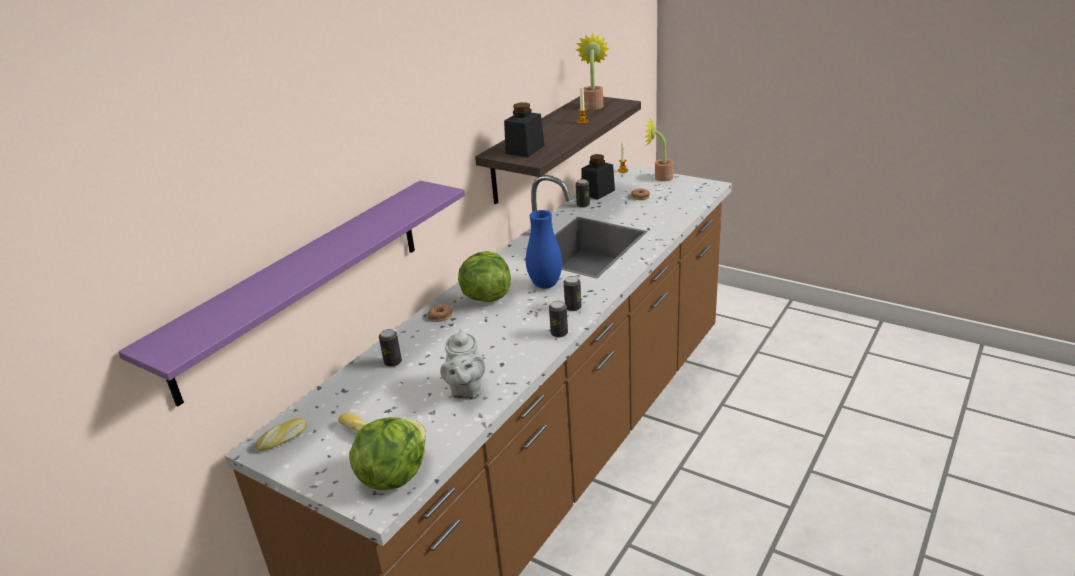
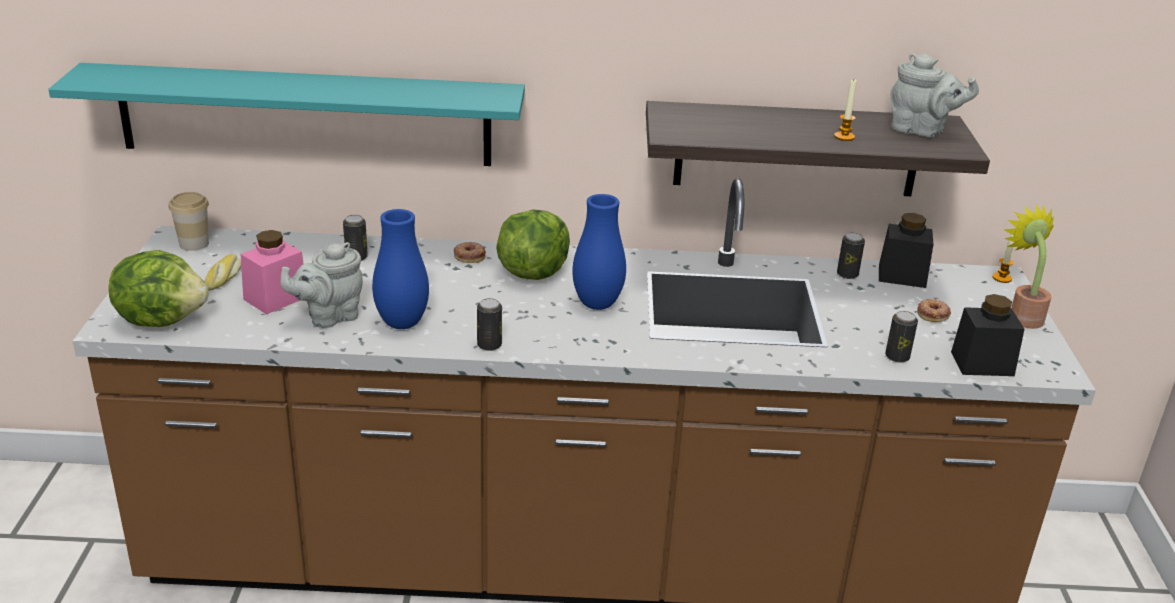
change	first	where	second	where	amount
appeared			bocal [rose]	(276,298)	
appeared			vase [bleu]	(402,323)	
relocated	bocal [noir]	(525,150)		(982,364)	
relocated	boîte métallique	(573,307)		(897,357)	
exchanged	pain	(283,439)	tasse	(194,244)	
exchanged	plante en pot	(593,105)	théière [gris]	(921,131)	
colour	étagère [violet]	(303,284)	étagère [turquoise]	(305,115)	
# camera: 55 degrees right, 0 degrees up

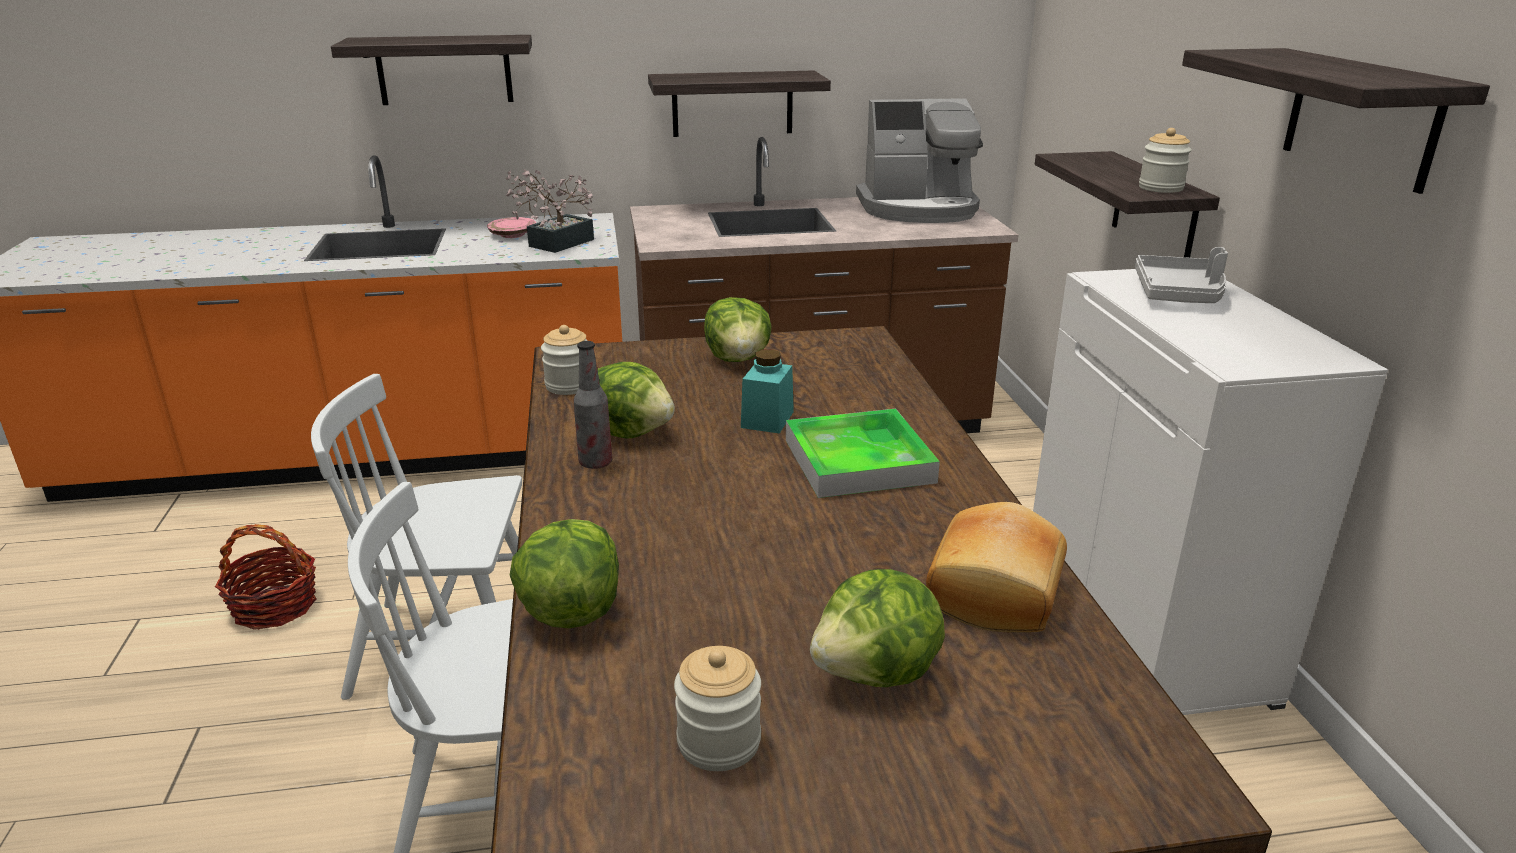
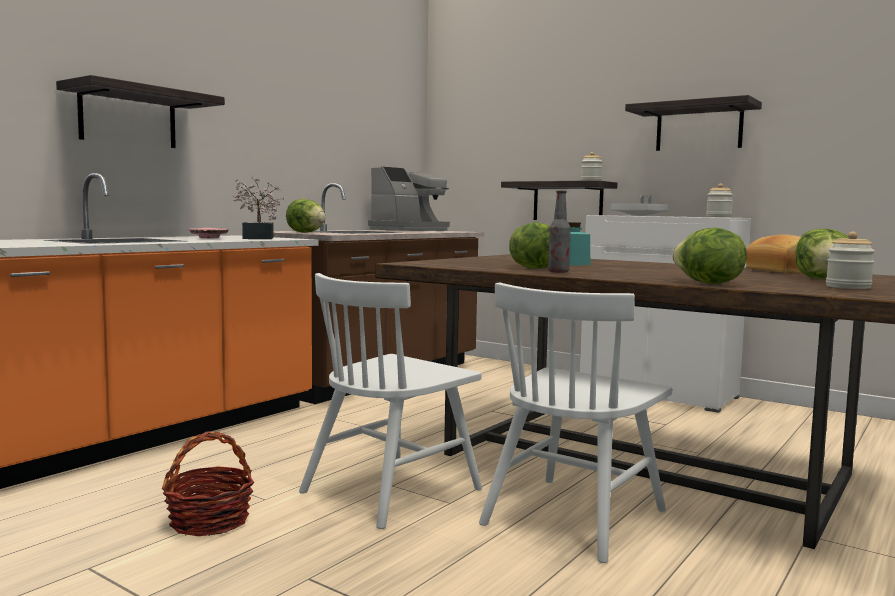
change	first	where	second	where	amount
missing	étagère	(732,103)			
missing	plateau	(858,461)			
relocated	bocal	(569,386)		(718,217)	
relocated	laitue	(738,359)		(306,232)	
# camera: 45 degrees left, 20 degrees down

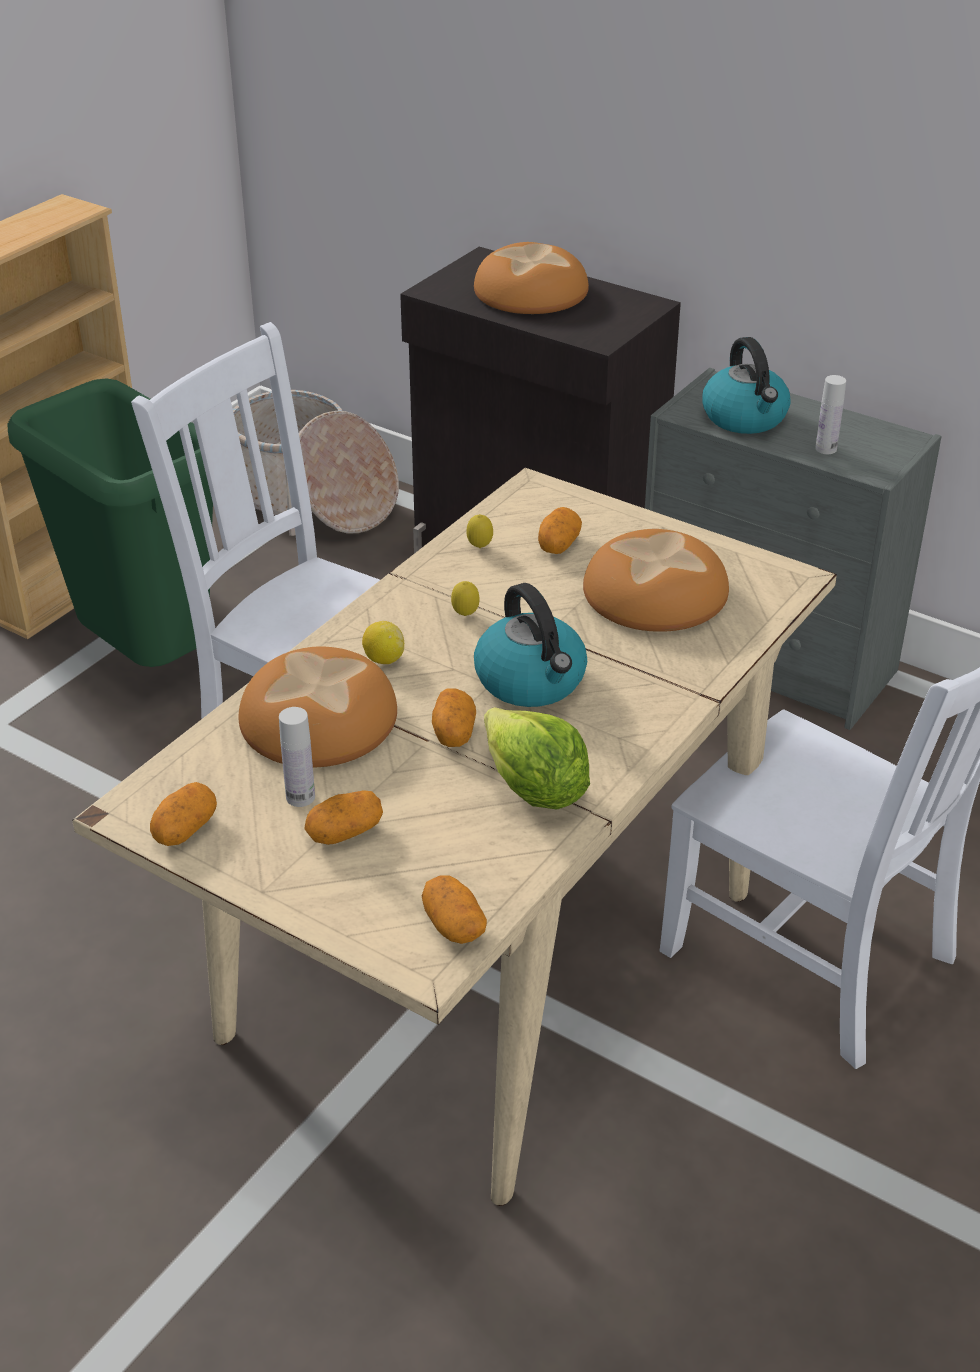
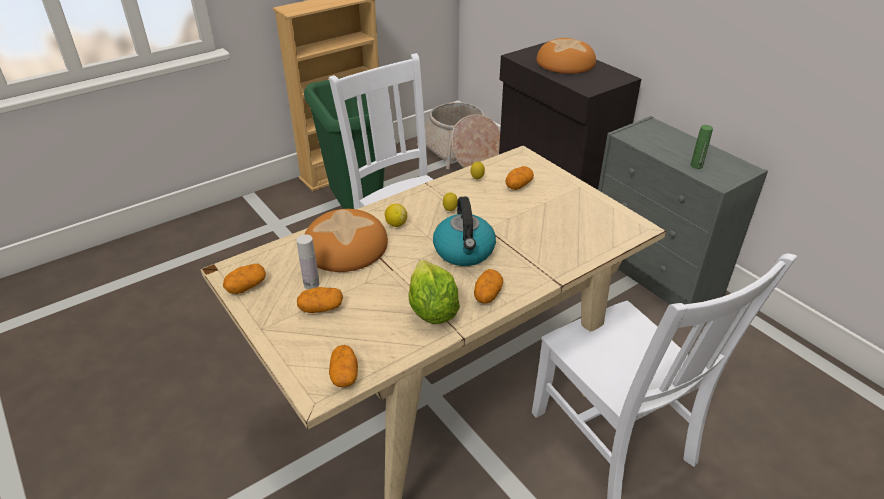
change	first	where	second	where	amount
missing	pain	(656,592)			
missing	bouilloire	(745,418)			
relocated	pomme de terre	(453,733)		(487,294)	
colour	bouteille [blanc]	(826,449)	bouteille [vert]	(696,165)	
# camera: 20 degrees right, 0 degrees up

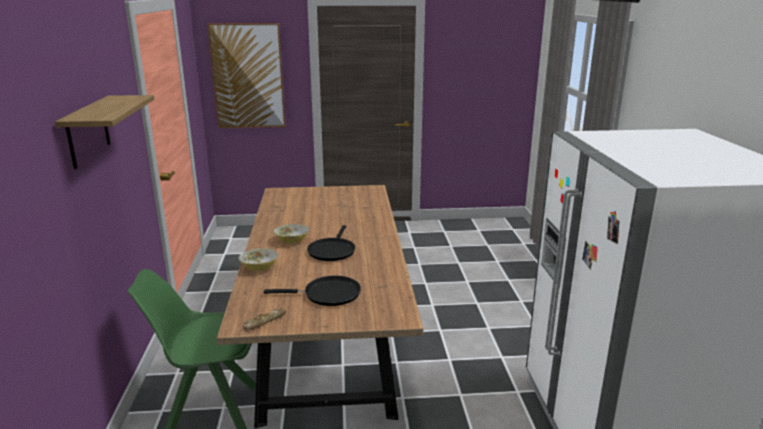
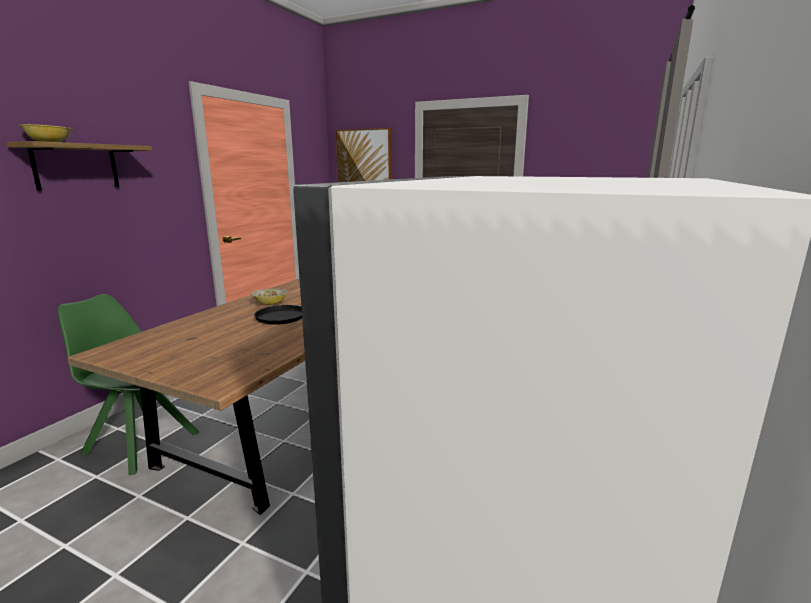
change	first	where	second	where	amount
missing	pain	(264,322)			
missing	poêle [noir]	(328,294)			
relocated	bol	(259,267)		(49,142)	
# camera: 30 degrees right, 5 degrees down

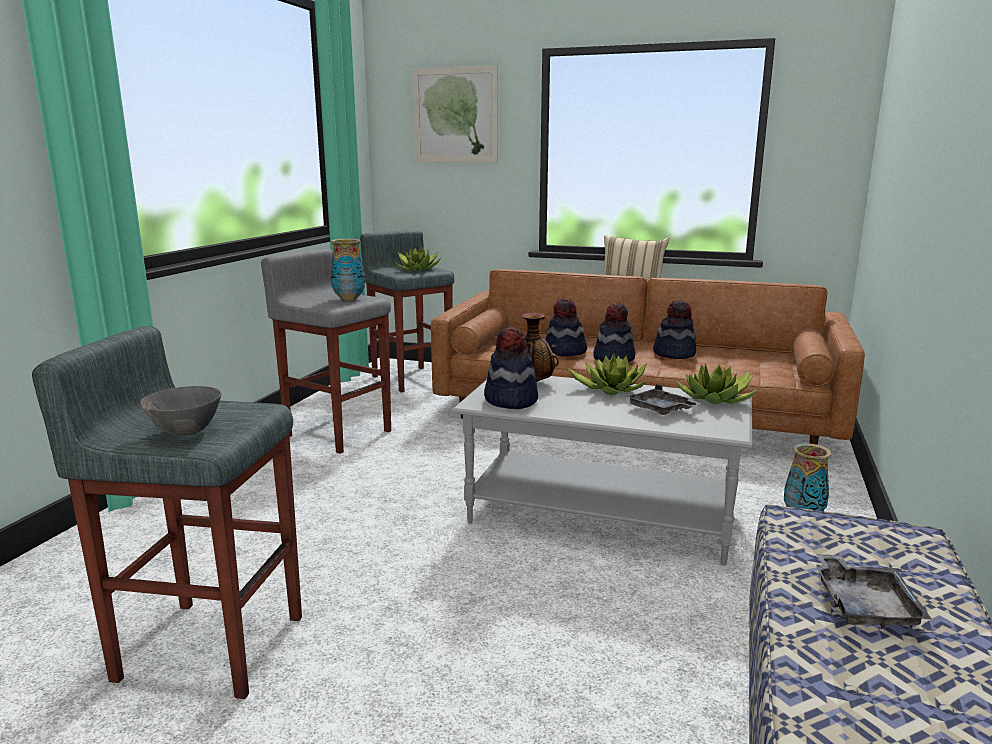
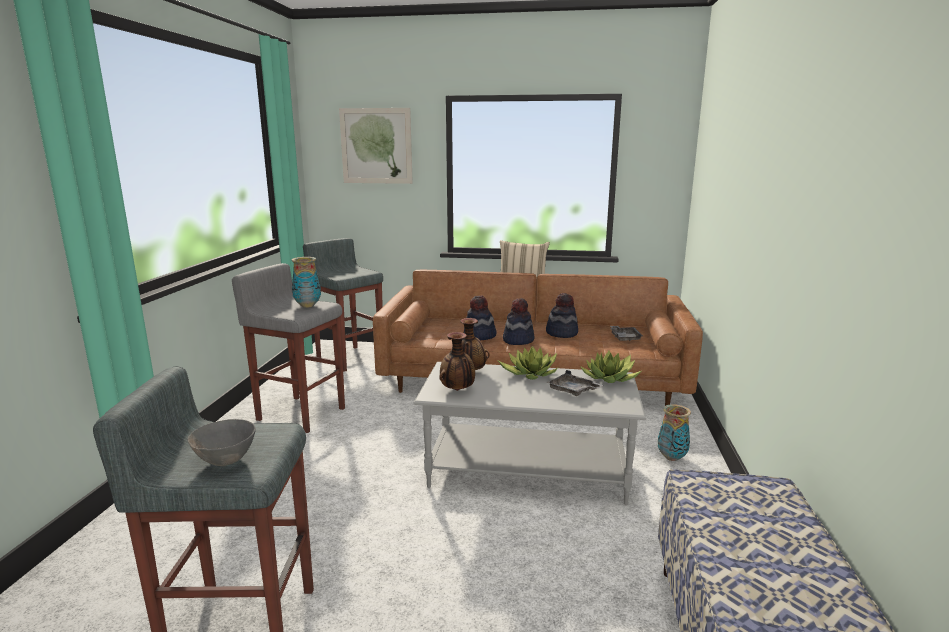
change	first	where	second	where	amount
missing	plante en pot	(417,269)			
relocated	plateau [gris]	(864,605)		(625,337)	
exchanged	chapeau	(510,400)	vase	(457,390)	
# camera: 10 degrees left, 0 degrees up

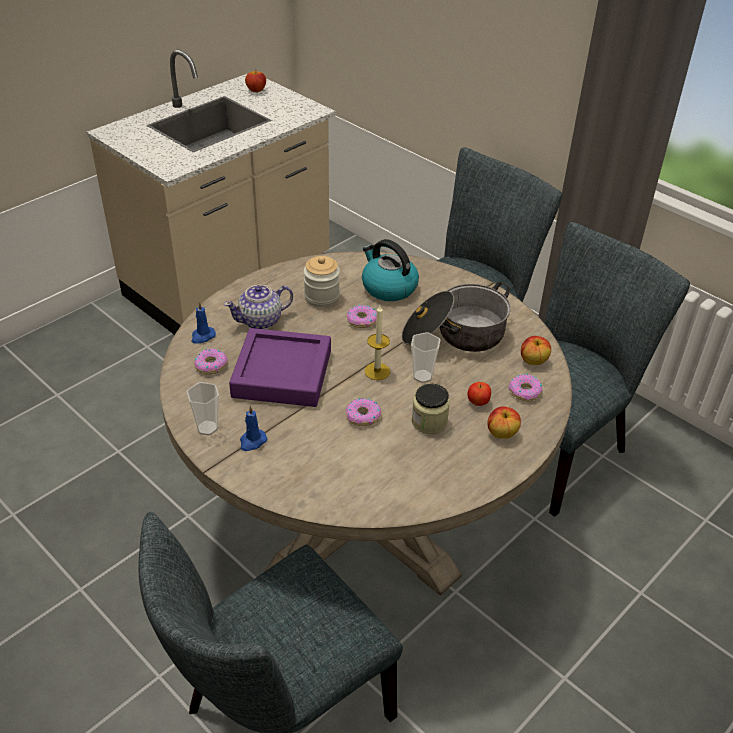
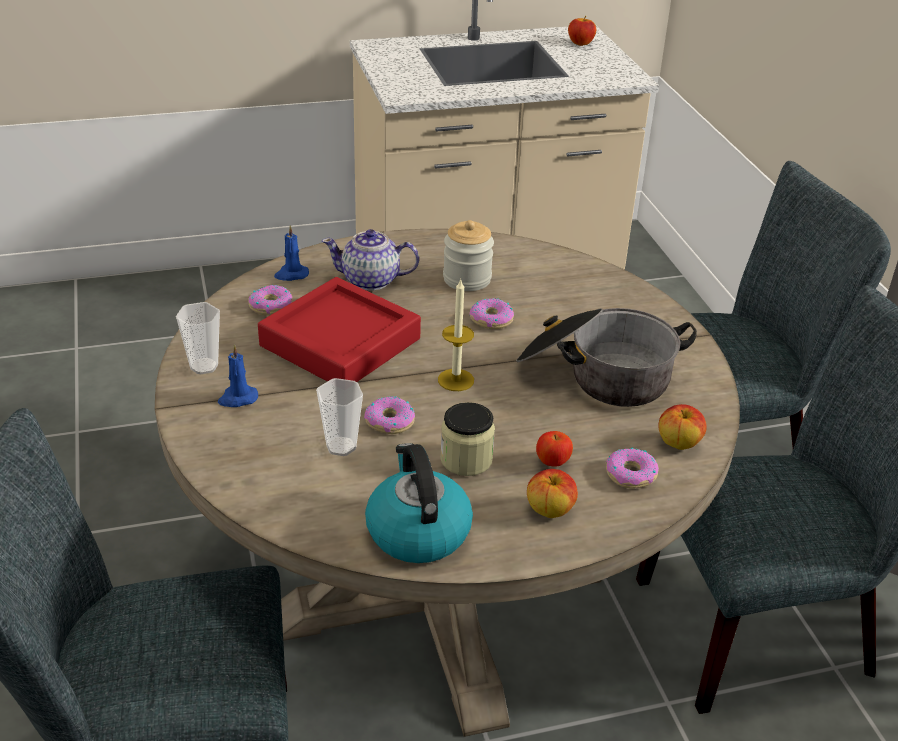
change	first	where	second	where	amount
relocated	bouilloire	(388,287)		(417,531)	
relocated	tasse	(422,376)		(341,446)	
colour	plateau [violet]	(282,374)	plateau [rouge]	(340,342)	
# camera: 30 degrees right, 5 degrees down

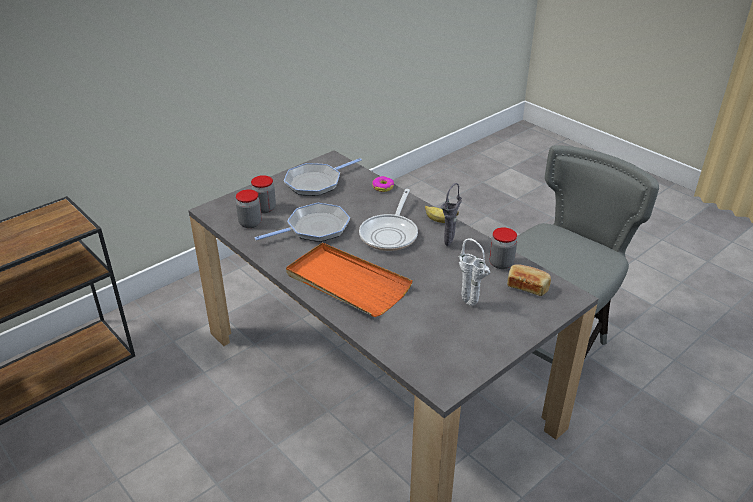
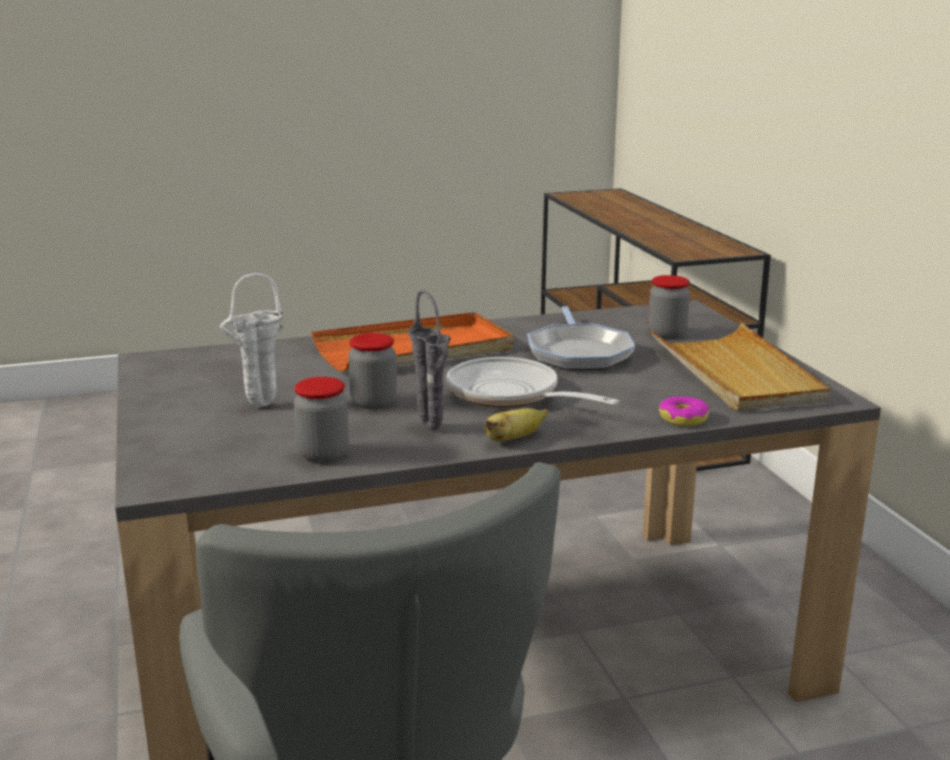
change	first	where	second	where	amount
missing	pain	(527,286)			
relocated	bocal	(250,223)		(374,402)	
exchanged	poêle	(316,182)	plateau [beige]	(736,373)	
# camera: 115 degrees right, 15 degrees down

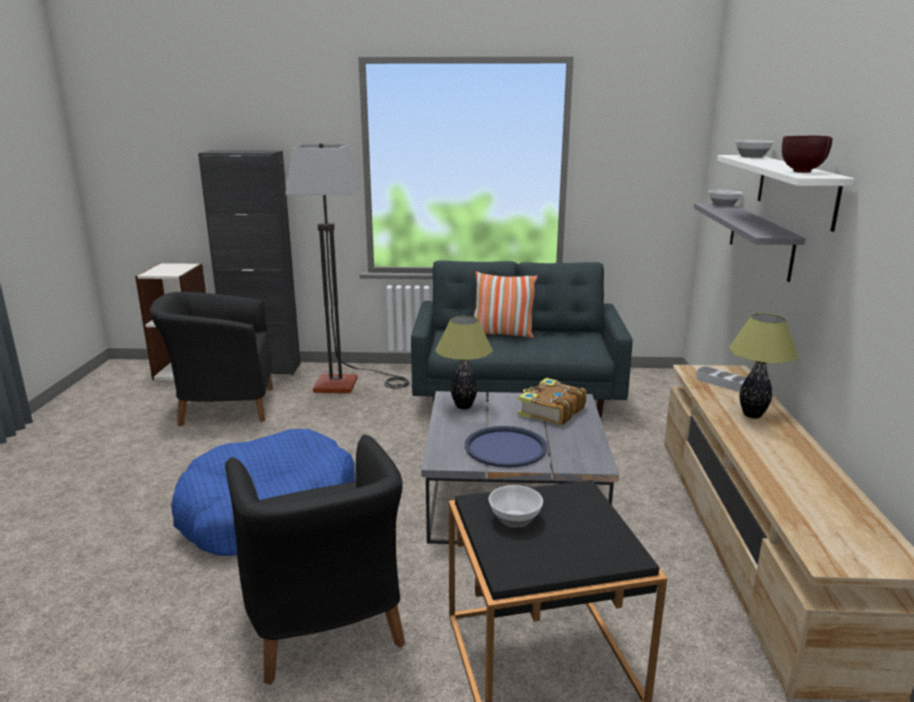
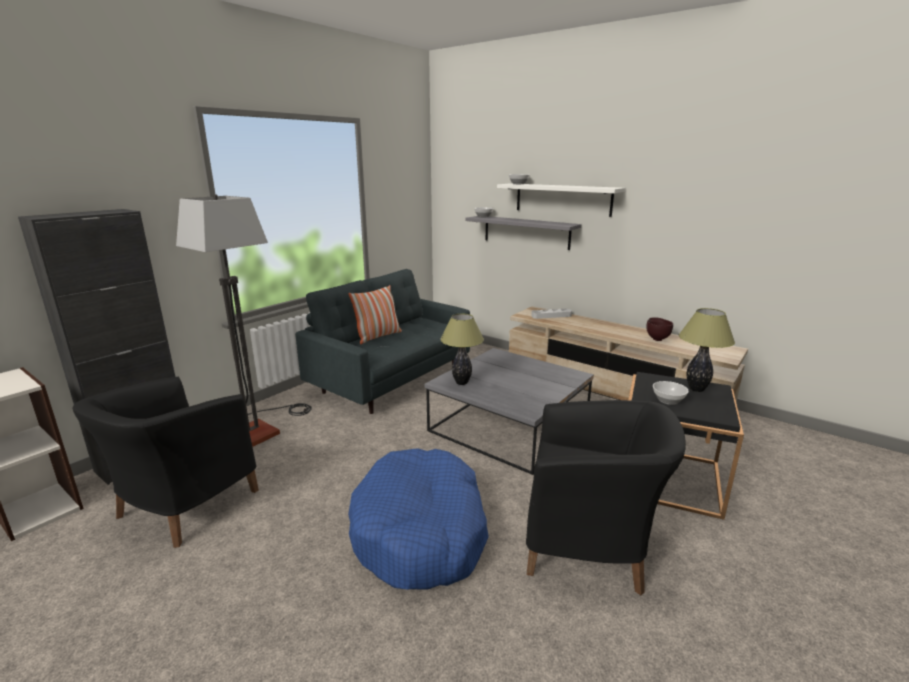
change	first	where	second	where	amount
missing	plateau [bleu]	(505,448)			
missing	livre	(550,411)			
relocated	lampe de table	(752,415)		(696,389)	
relocated	bol [marron]	(803,171)		(657,339)	
# camera: 55 degrees left, 0 degrees up

